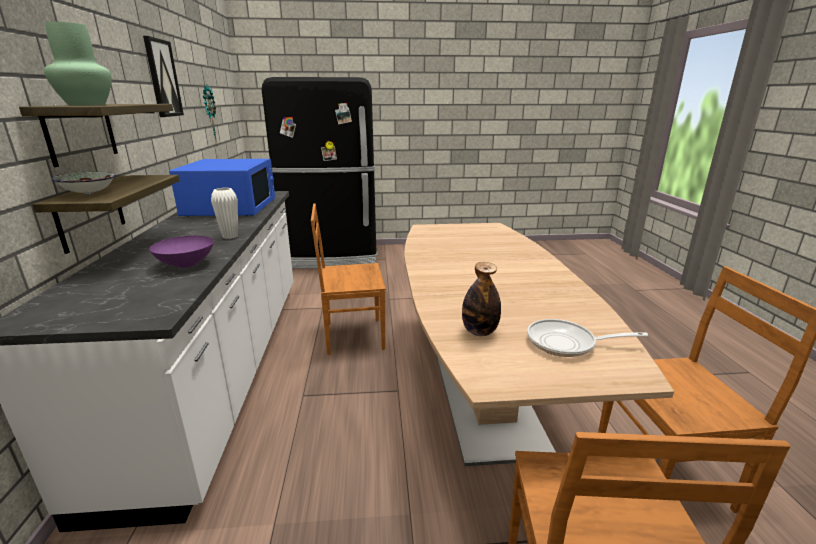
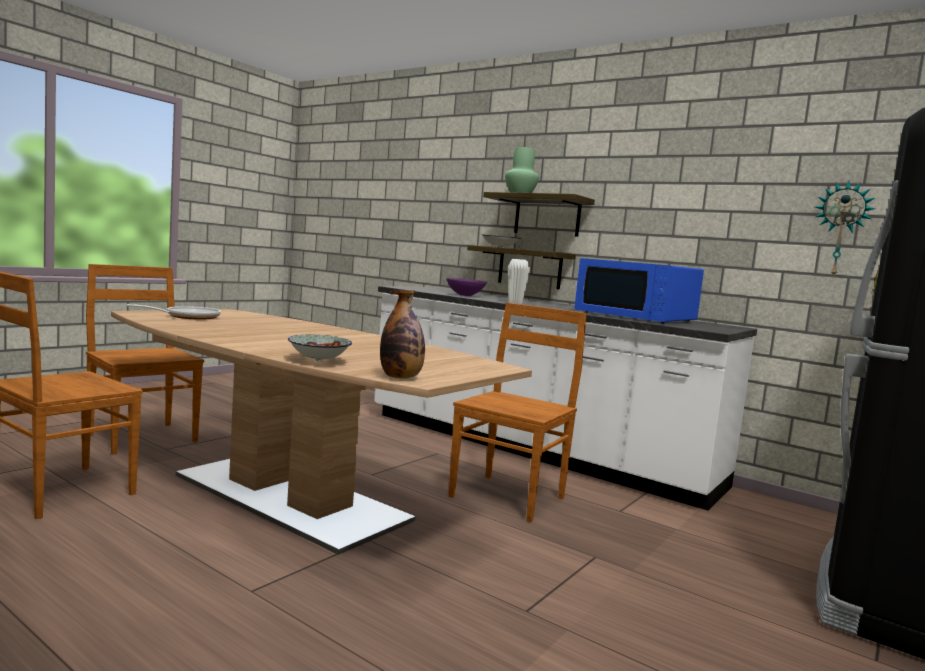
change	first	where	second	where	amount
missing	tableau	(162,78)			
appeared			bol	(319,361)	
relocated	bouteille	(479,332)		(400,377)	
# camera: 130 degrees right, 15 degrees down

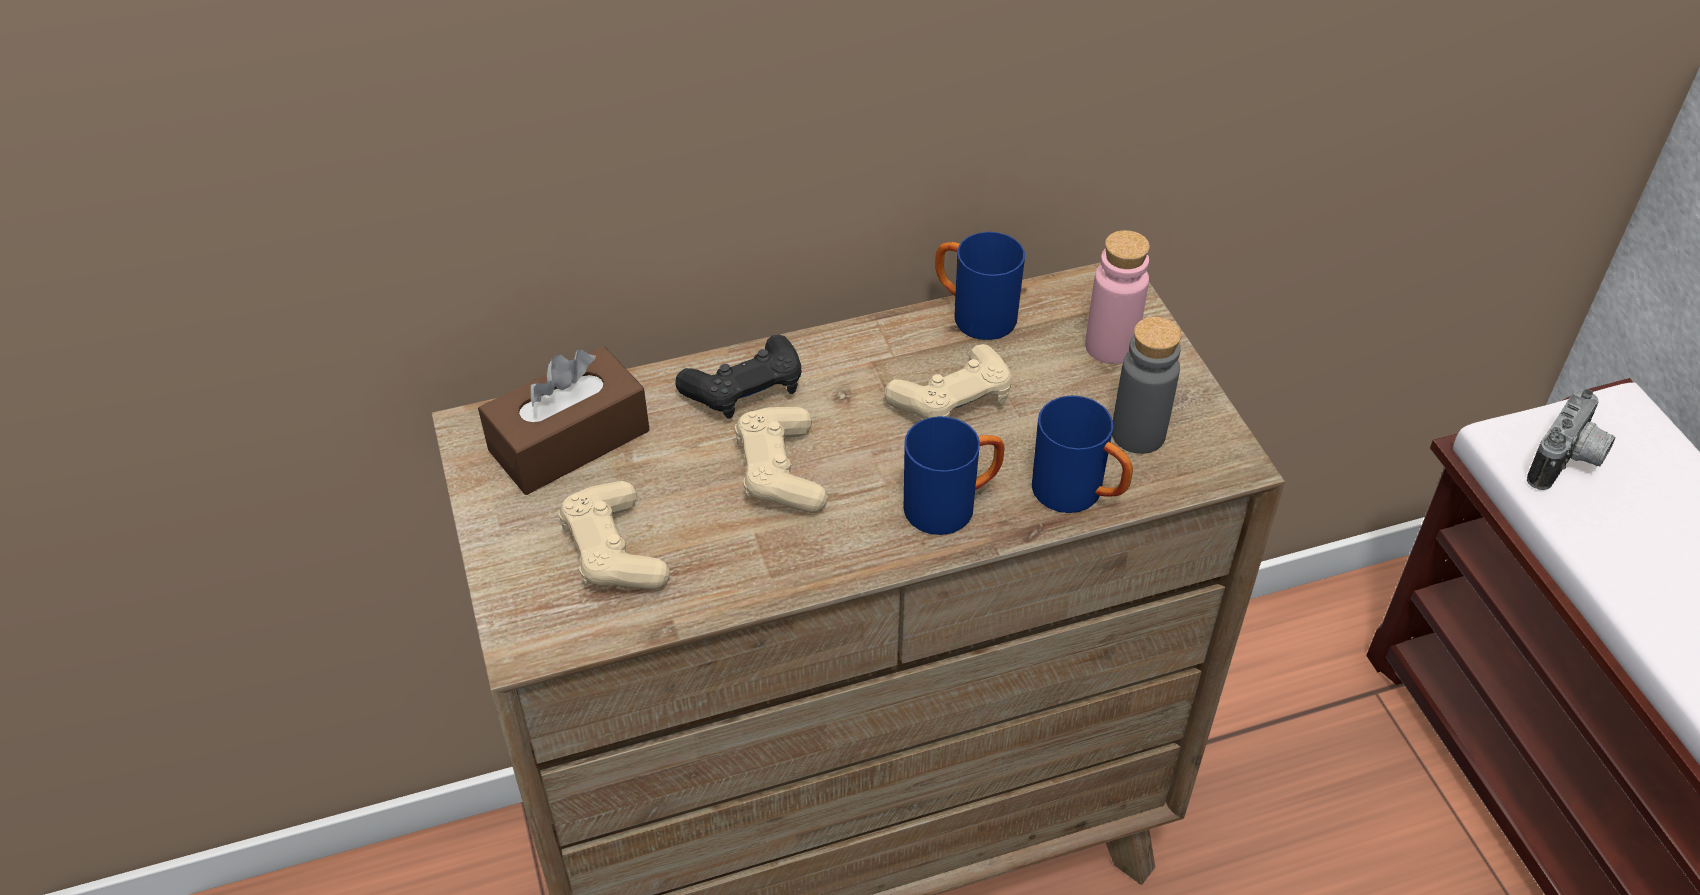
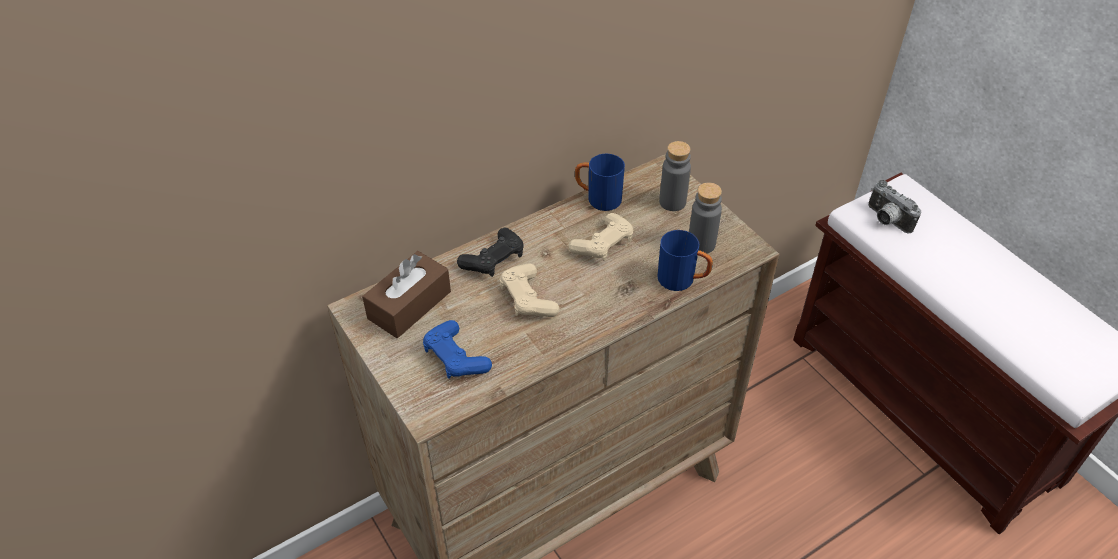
change	first	where	second	where	amount
missing	mug [bleu]	(952,505)			
colour	manette [beige]	(613,551)	manette [bleu]	(455,358)	
colour	bouteille [rose]	(1110,346)	bouteille [gris]	(672,202)	
spun	appareil photo	(1567,463)		(886,220)	120 degrees clockwise
# camera: 15 degrees left, 0 degrees up

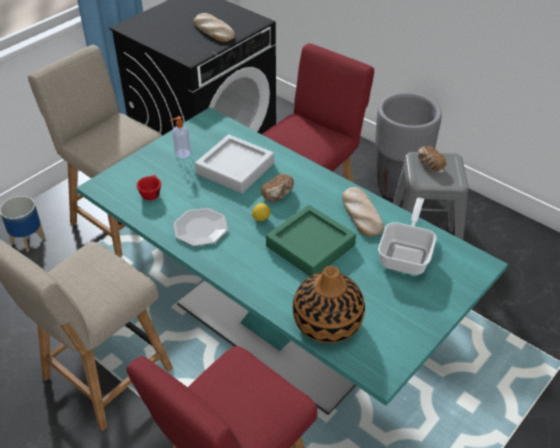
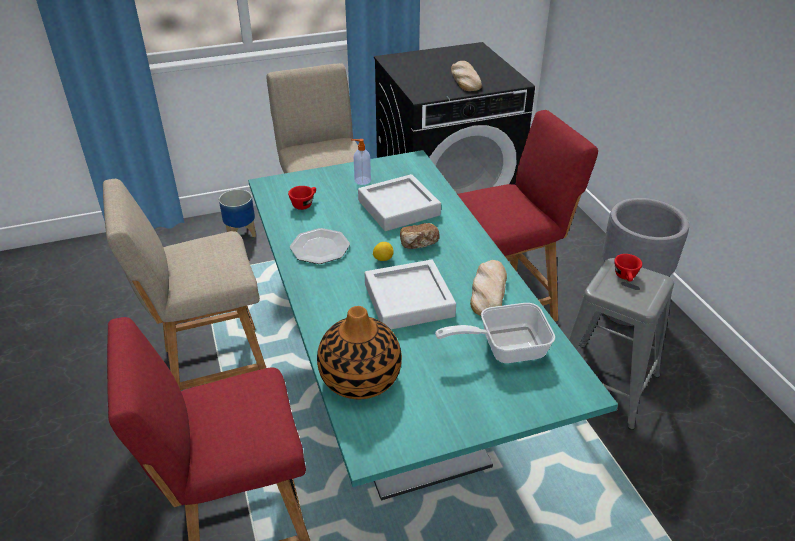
change	first	where	second	where	amount
exchanged	pain	(429,165)	tasse [rouge]	(626,277)	
colour	plateau [vert]	(310,245)	plateau [gris]	(409,300)	
spun	poêle	(407,254)		(504,347)	150 degrees counterclockwise
# camera: 30 degrees right, 5 degrees down

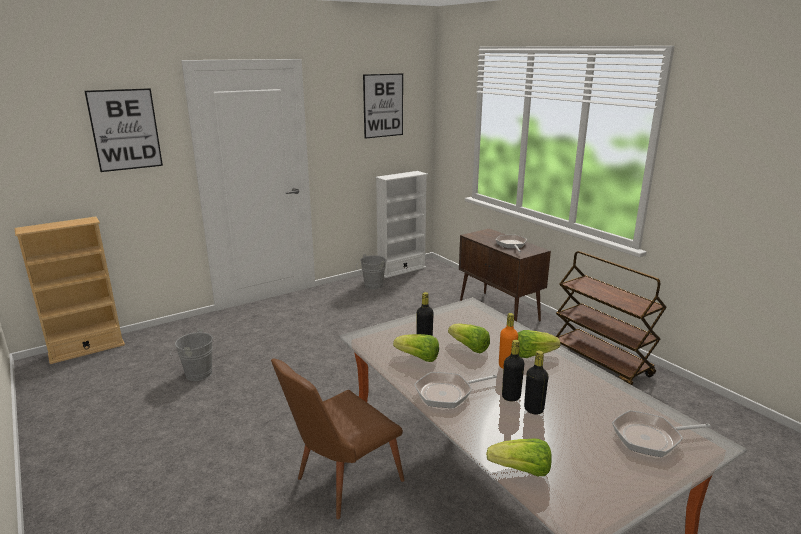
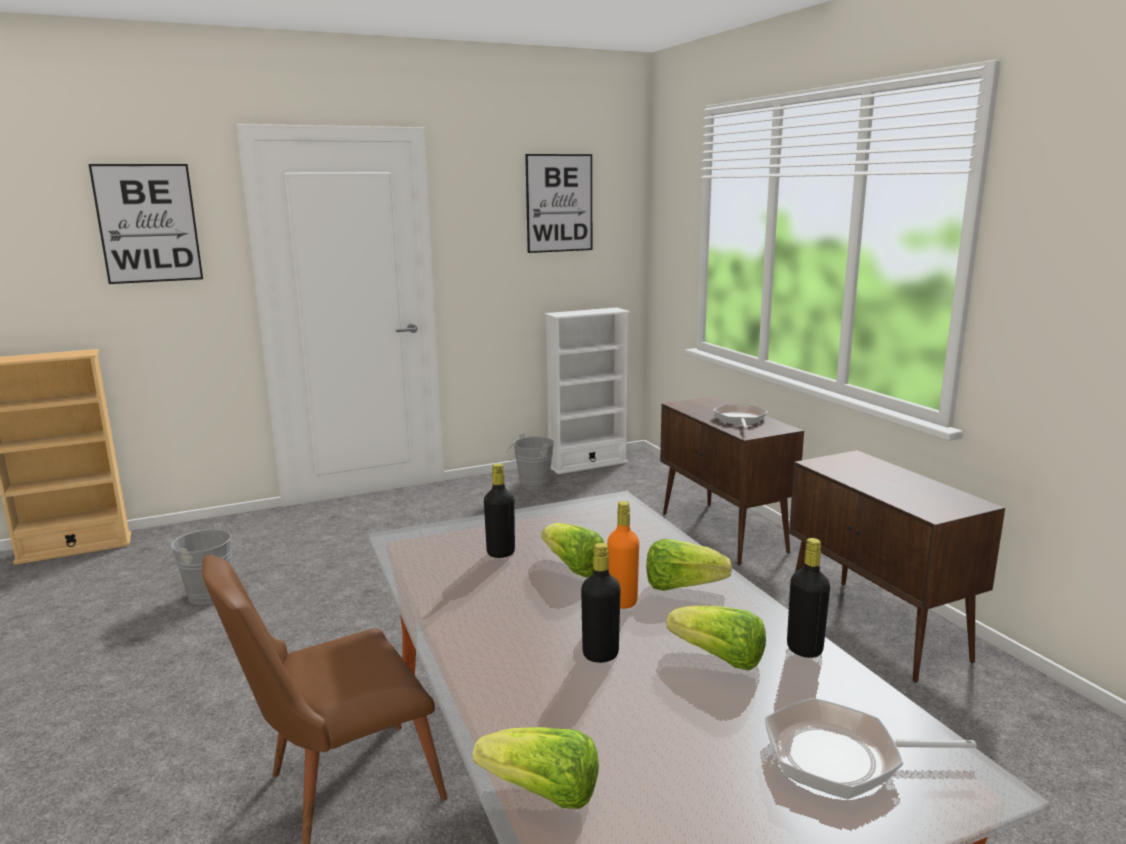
change	first	where	second	where	amount
missing	poêle	(447,393)			
relocated	laitue	(418,358)		(719,658)	
relocated	bouteille [noir]	(533,409)		(804,649)	
exchanged	chariot [marron]	(600,362)	meuble de rangement [marron]	(876,629)	
# camera: 10 degrees right, 5 degrees down

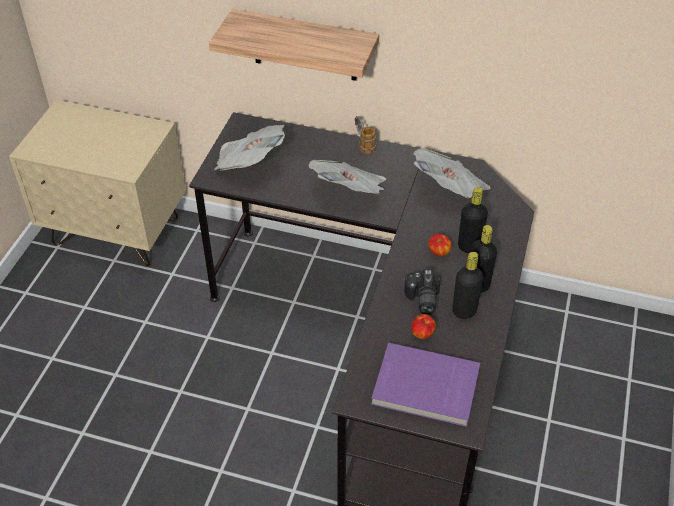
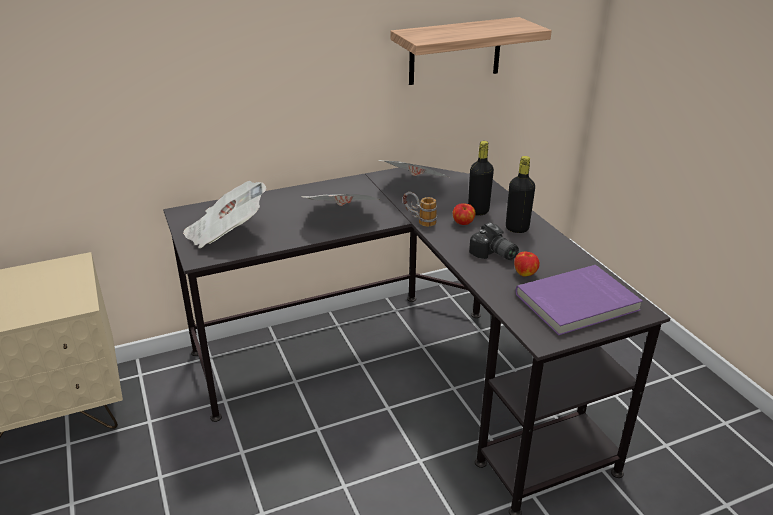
change	first	where	second	where	amount
missing	bouteille [noir]	(464,311)			
relocated	étagère	(305,46)		(455,51)	
relocated	mug	(363,144)		(419,221)	
# camera: 40 degrees left, 15 degrees down

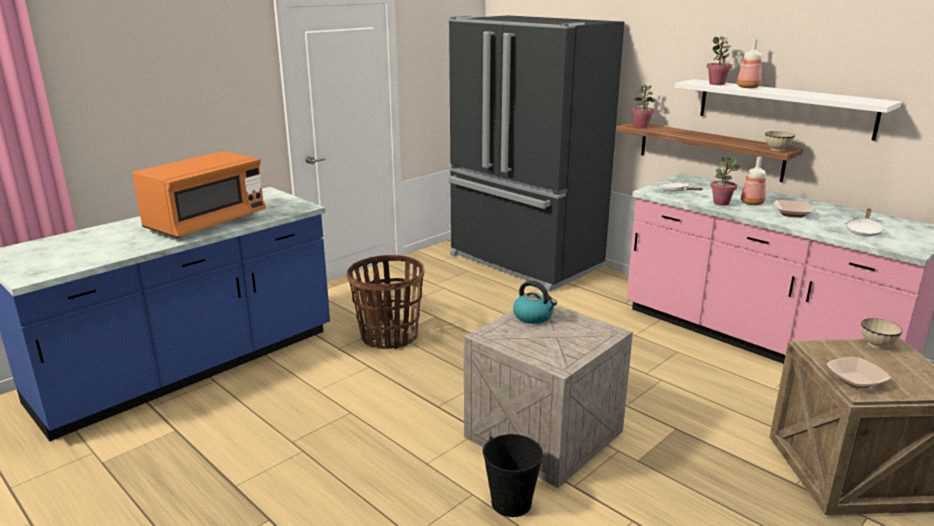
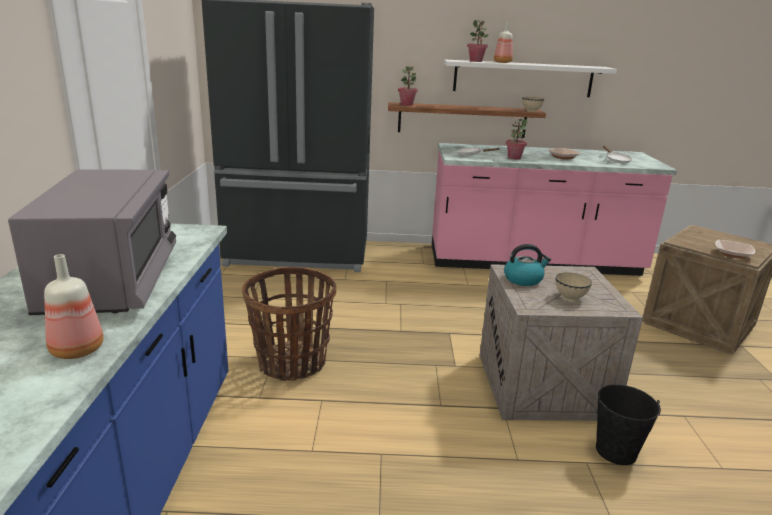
change	first	where	second	where	amount
relocated	bouteille	(751,203)		(76,349)	
relocated	bol [beige]	(877,344)		(570,297)	
colour	micro-ondes [orange]	(206,223)	micro-ondes [gris]	(113,282)	
# camera: 45 degrees left, 0 degrees up

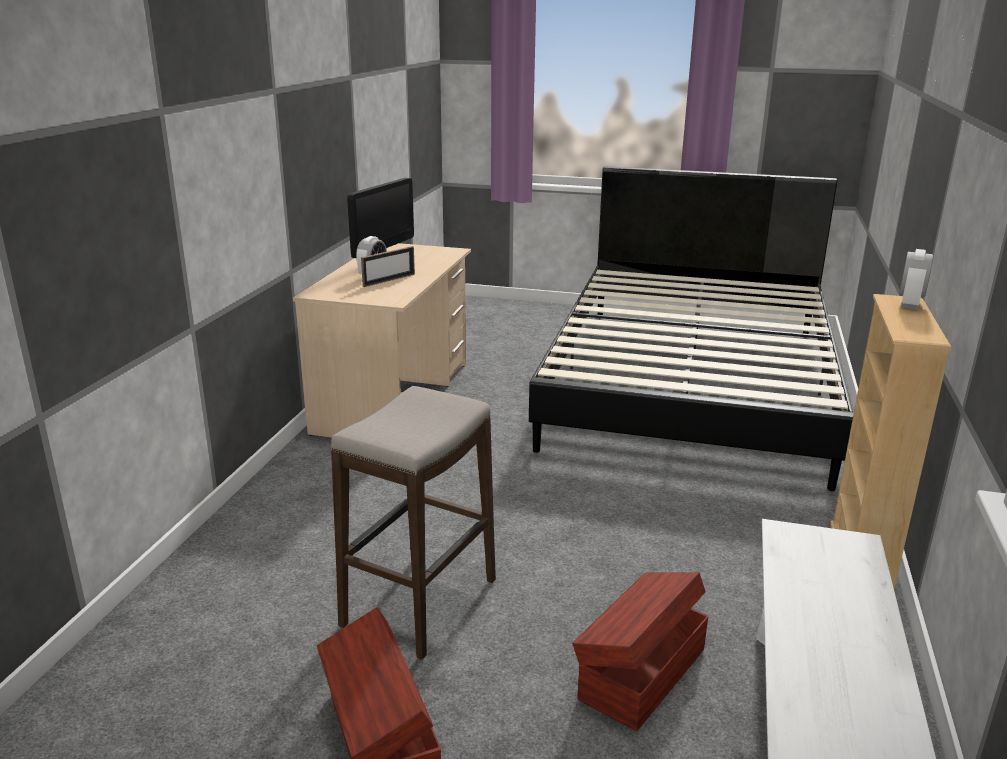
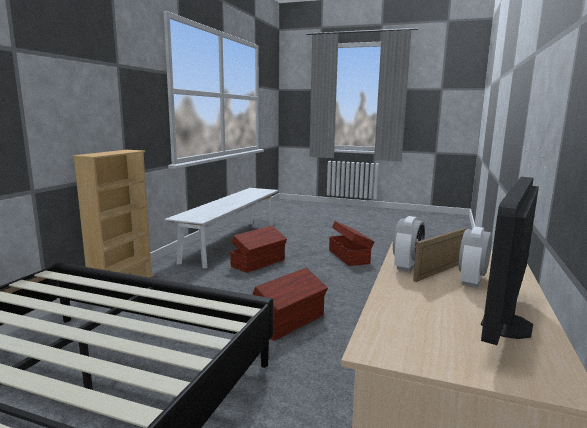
change	first	where	second	where	amount
missing	tabouret	(420,603)			
appeared			boîte de rangement [marron]	(289,321)	
relocated	réveil	(910,304)		(406,266)	
# camera: 175 degrees left, 10 degrees down

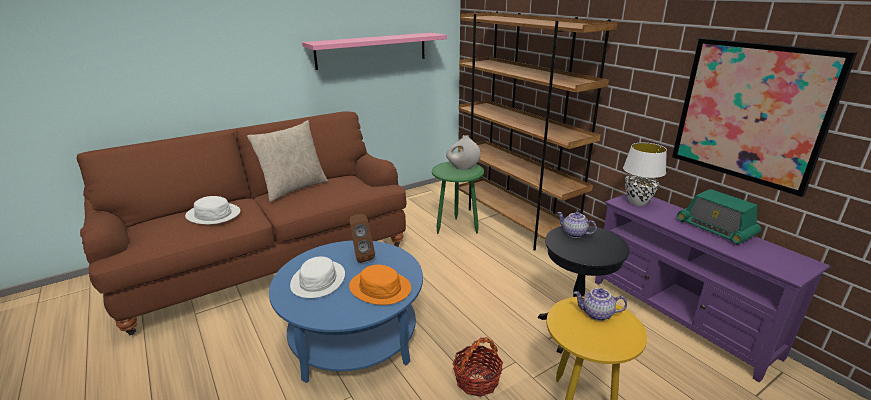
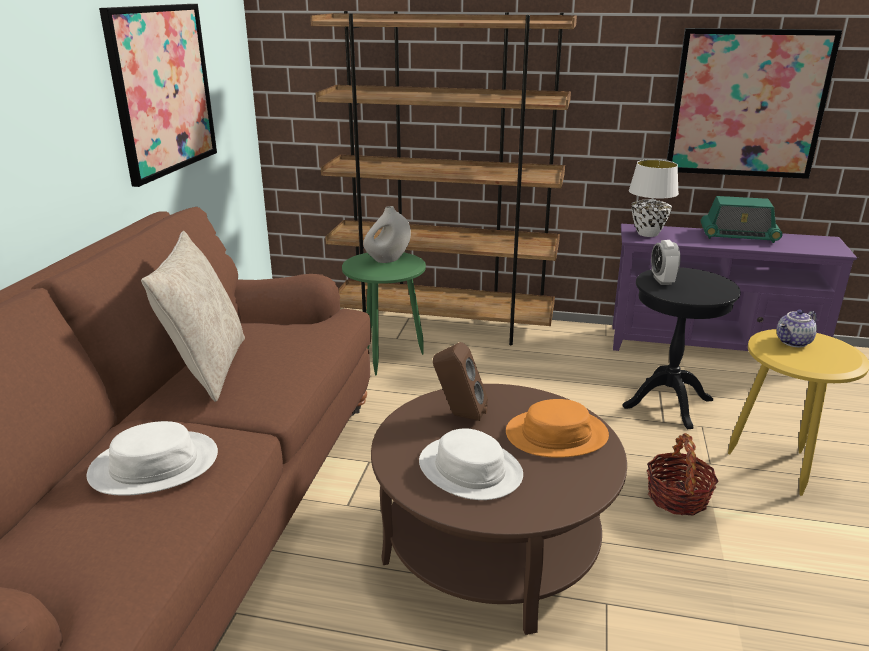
change	first	where	second	where	amount
exchanged	étagère [rose]	(372,50)	tableau	(163,90)	
exchanged	théière	(574,234)	réveil	(662,280)	
colour	table basse [bleu]	(354,336)	table basse [marron]	(492,544)	
# camera: 45 degrees left, 0 degrees up

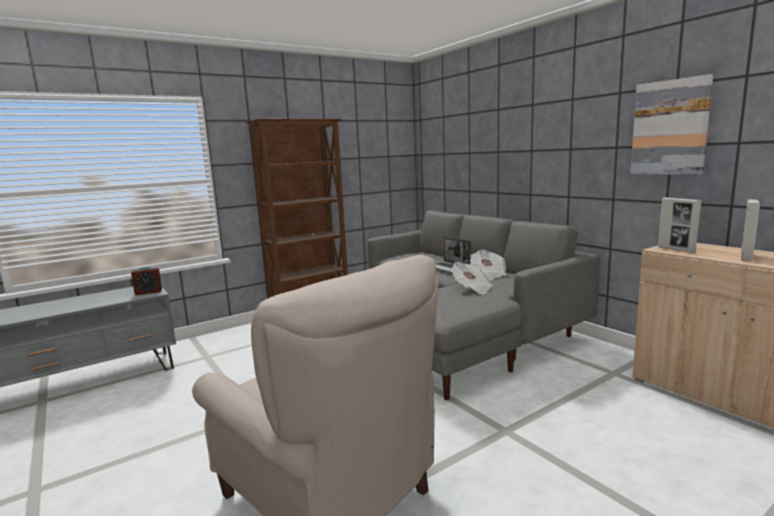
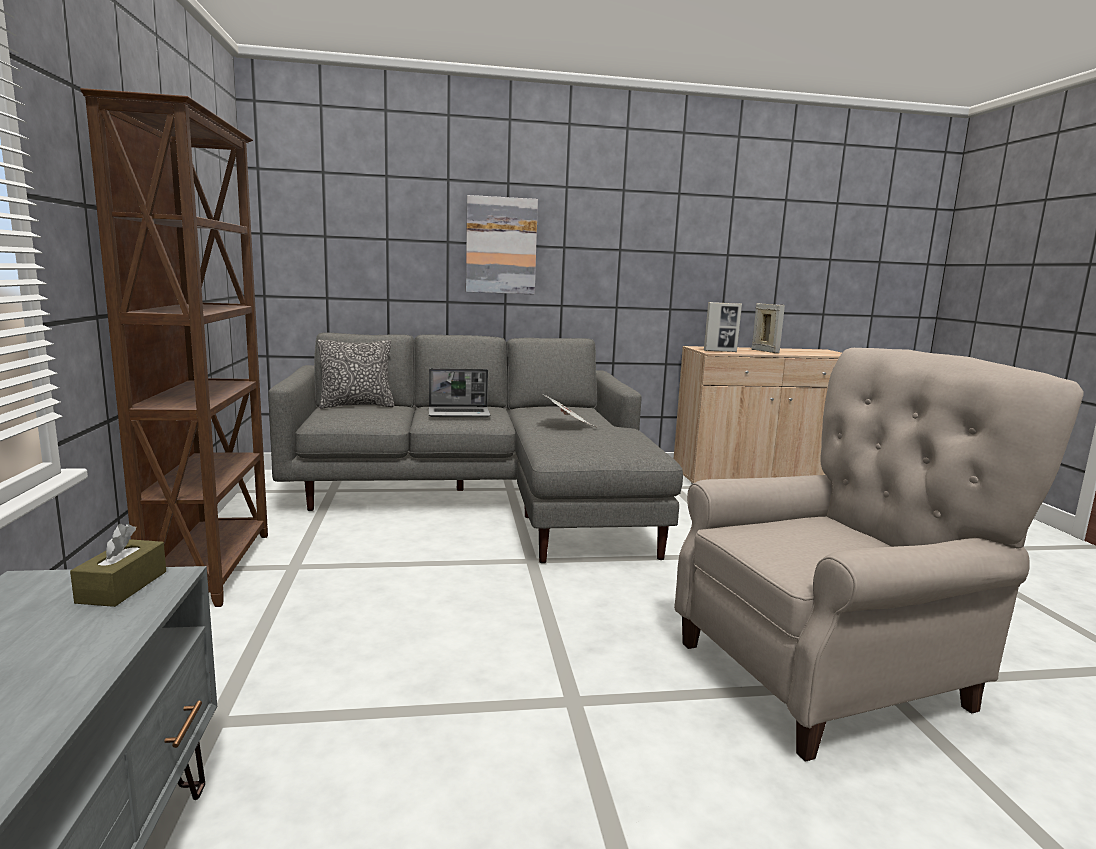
change	first	where	second	where	amount
missing	journal	(488,274)			
appeared			coussin	(356,405)	
relocated	tableau	(670,128)		(501,246)	
exchanged	réveil	(148,292)	boîte à mouchoirs [marron]	(122,587)	
# camera: 65 degrees left, 0 degrees up

